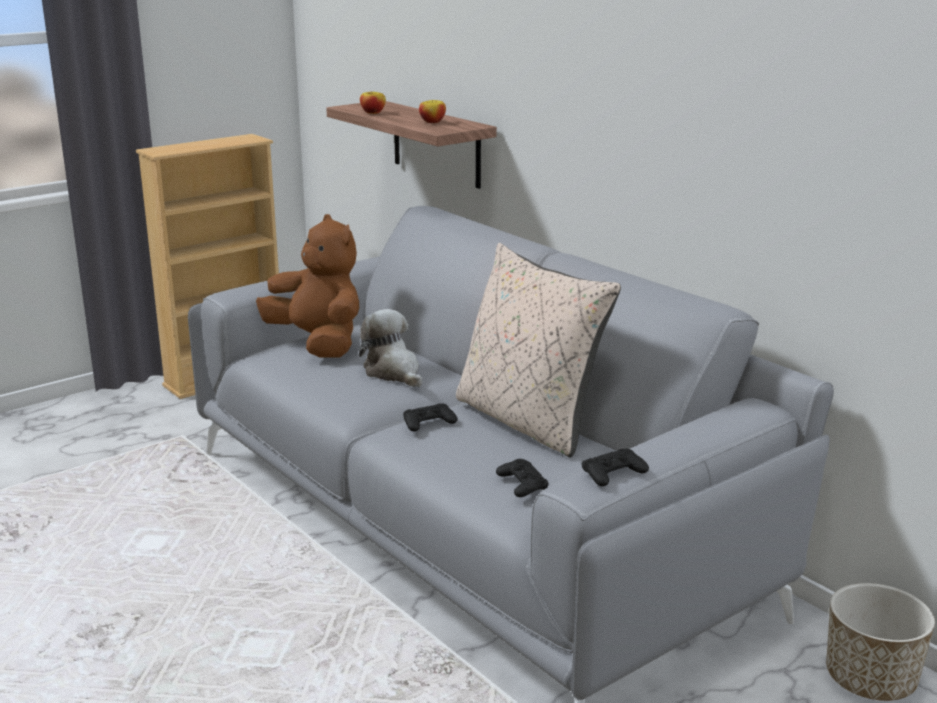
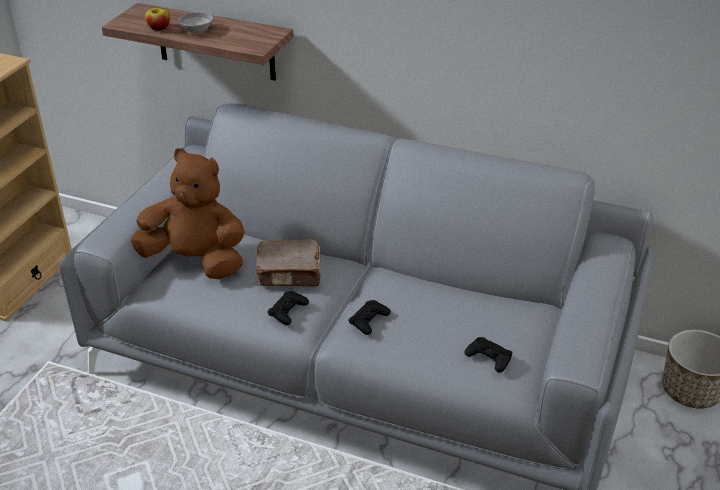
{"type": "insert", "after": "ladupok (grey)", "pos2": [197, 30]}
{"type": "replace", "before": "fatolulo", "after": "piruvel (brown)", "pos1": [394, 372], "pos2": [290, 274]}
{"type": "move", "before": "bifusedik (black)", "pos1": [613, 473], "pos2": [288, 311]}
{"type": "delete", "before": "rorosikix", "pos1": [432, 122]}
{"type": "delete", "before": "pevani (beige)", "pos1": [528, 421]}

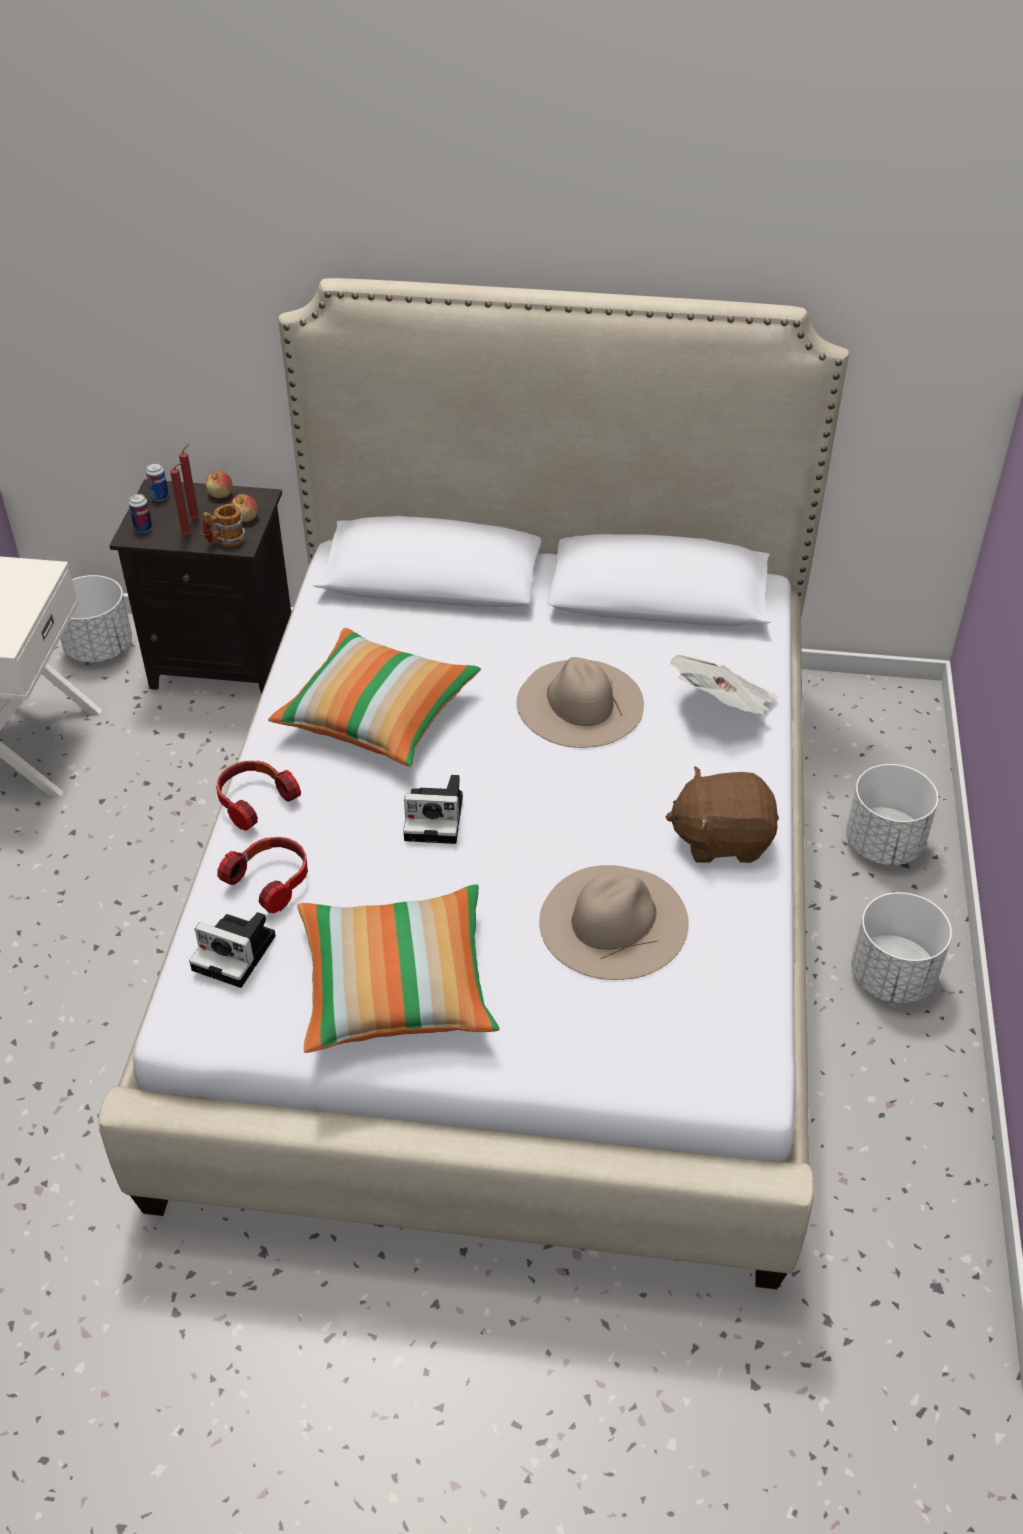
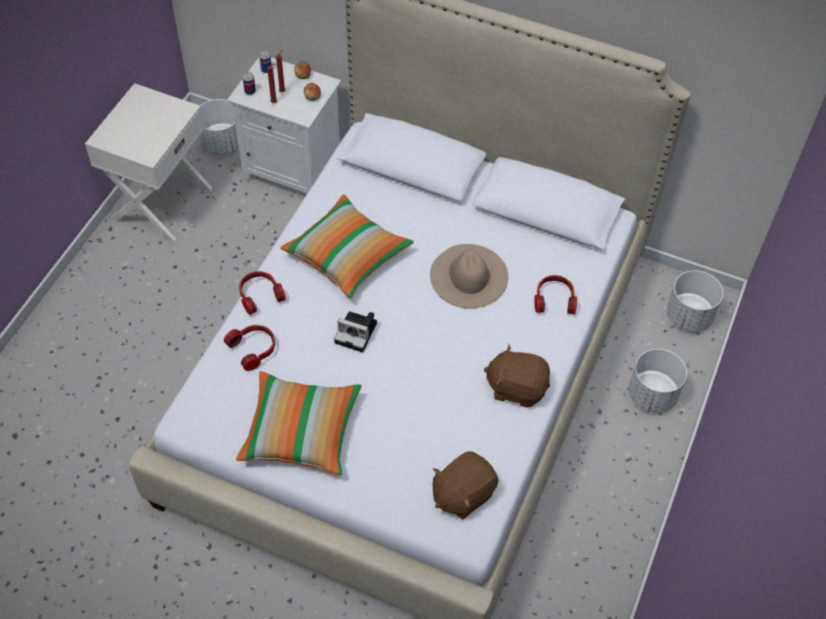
{"type": "recolor", "before": "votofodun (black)", "after": "votofodun (white)", "pos1": [226, 660], "pos2": [294, 170]}
{"type": "insert", "after": "fatolulo (brown)", "pos2": [462, 494]}
{"type": "replace", "before": "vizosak", "after": "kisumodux", "pos1": [723, 707], "pos2": [554, 299]}
{"type": "move", "before": "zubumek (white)", "pos1": [892, 977], "pos2": [689, 316]}
{"type": "delete", "before": "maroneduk", "pos1": [237, 953]}
{"type": "delete", "before": "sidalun", "pos1": [225, 540]}
{"type": "delete", "before": "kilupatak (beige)", "pos1": [613, 921]}

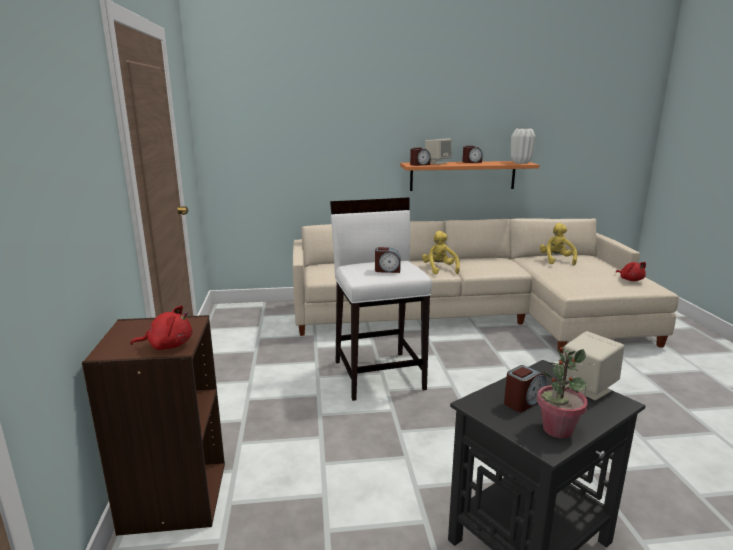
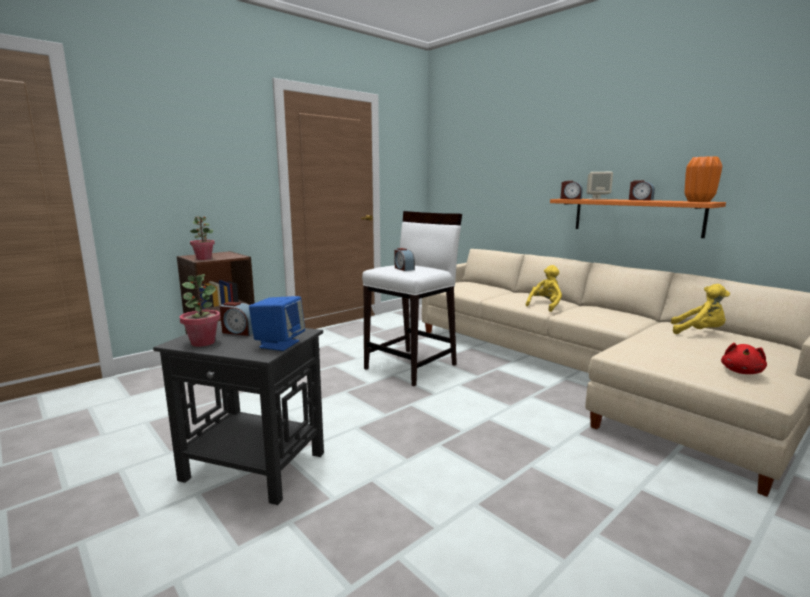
{"type": "replace", "before": "fatolulo (red)", "after": "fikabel", "pos1": [168, 345], "pos2": [204, 259]}
{"type": "recolor", "before": "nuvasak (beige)", "after": "nuvasak (blue)", "pos1": [587, 388], "pos2": [279, 344]}
{"type": "rotate", "before": "fatolulo (yellow)", "pos1": [556, 260], "pos2": [699, 332], "turn": 60}
{"type": "recolor", "before": "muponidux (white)", "after": "muponidux (orange)", "pos1": [521, 163], "pos2": [698, 201]}

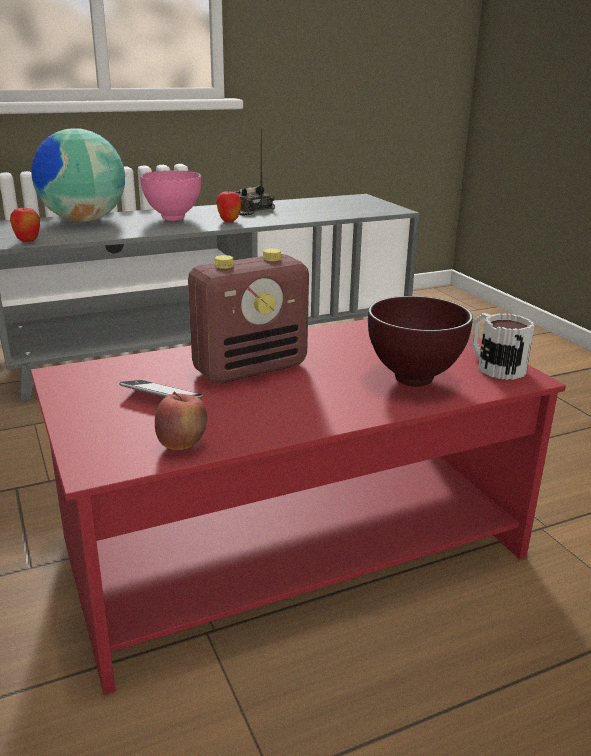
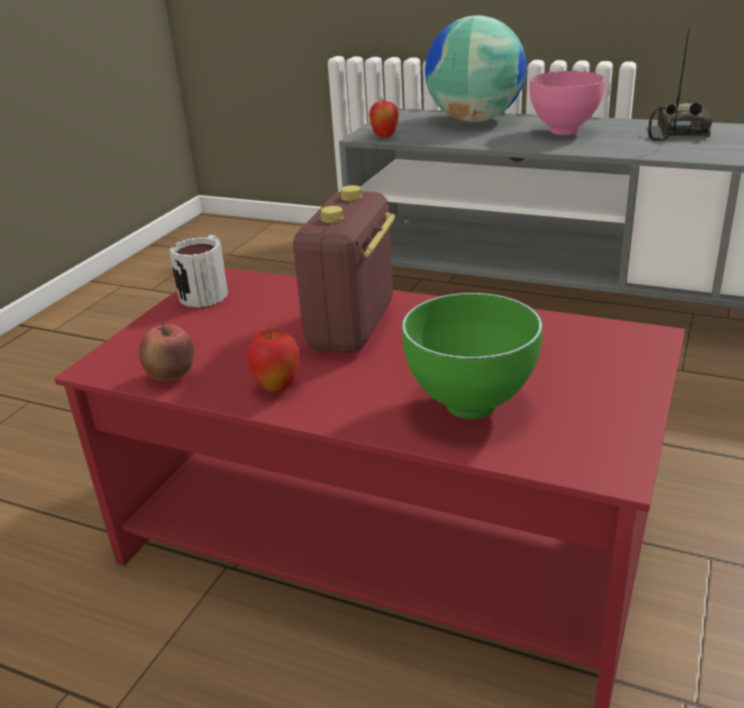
{"type": "move", "before": "sidalun", "pos1": [494, 366], "pos2": [209, 291]}
{"type": "move", "before": "rorosikix", "pos1": [229, 221], "pos2": [278, 388]}
{"type": "rotate", "before": "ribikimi", "pos1": [251, 368], "pos2": [351, 328], "turn": 90}
{"type": "recolor", "before": "ladupok (brown)", "after": "ladupok (green)", "pos1": [413, 379], "pos2": [473, 406]}
{"type": "delete", "before": "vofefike", "pos1": [161, 397]}

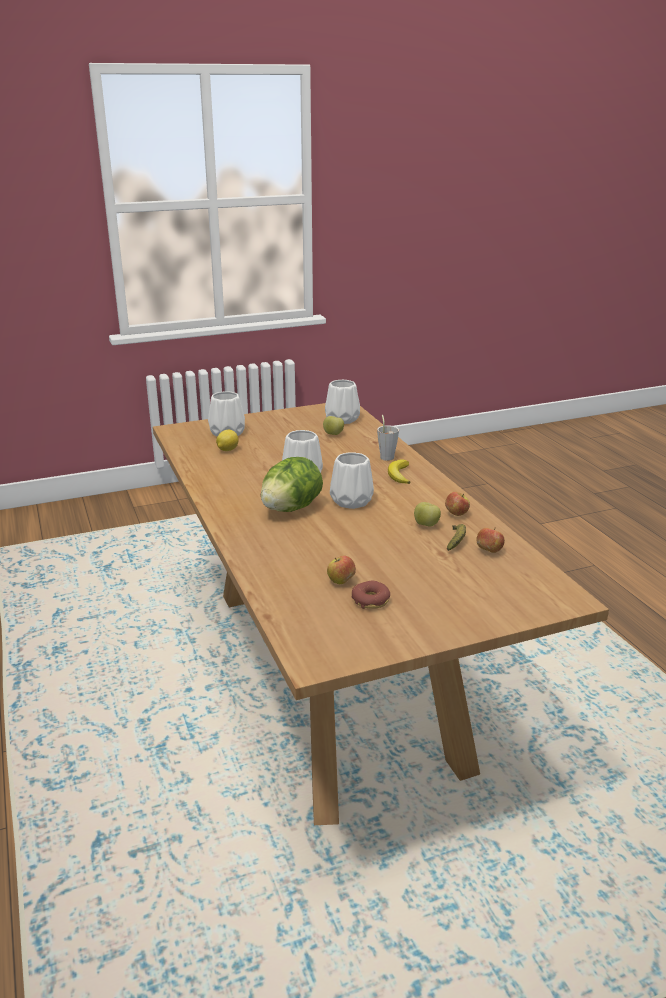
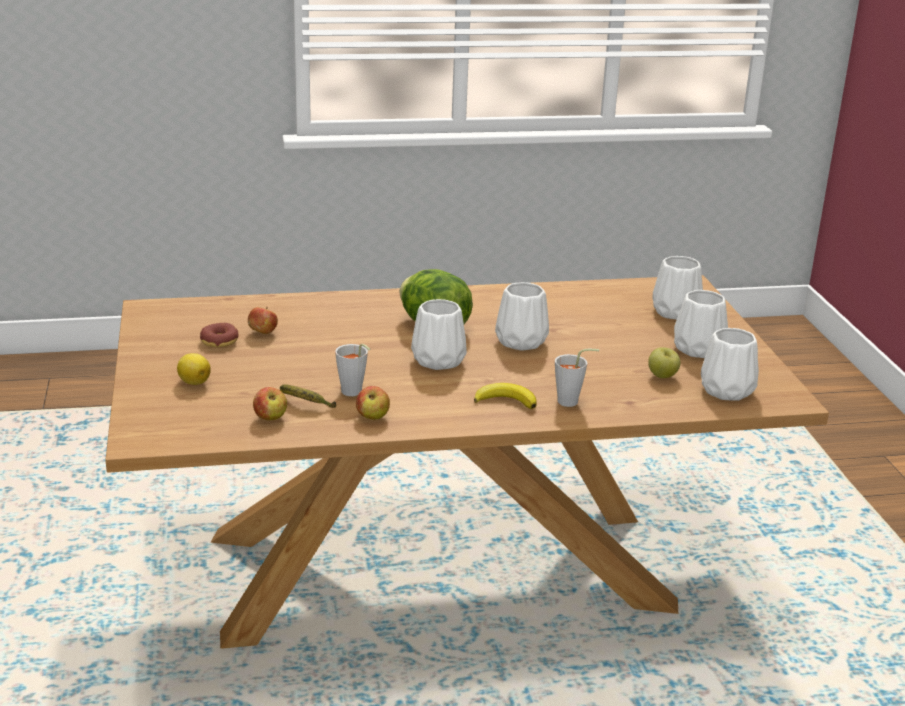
{"type": "move", "before": "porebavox", "pos1": [227, 450], "pos2": [194, 382]}
{"type": "replace", "before": "rorosikix", "after": "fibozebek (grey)", "pos1": [426, 525], "pos2": [353, 393]}
{"type": "insert", "after": "muponidux (white)", "pos2": [697, 349]}

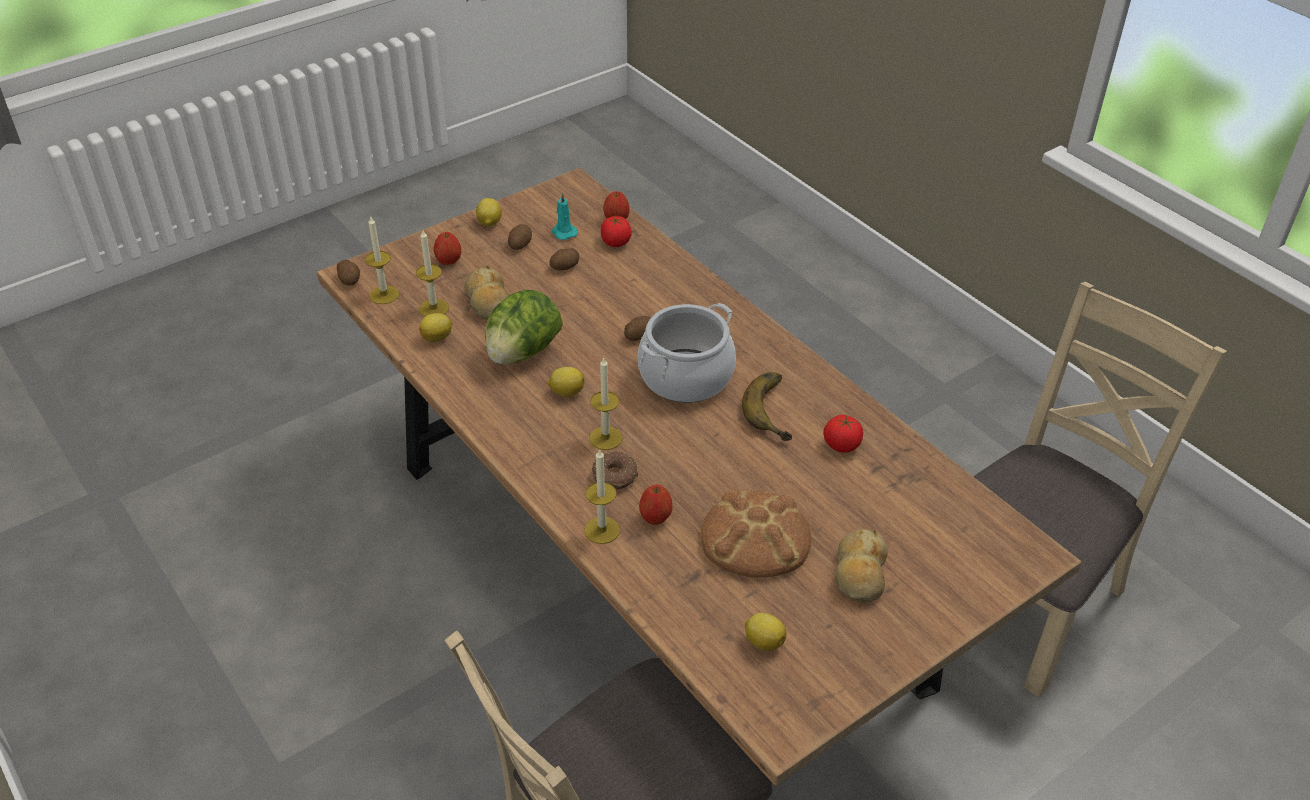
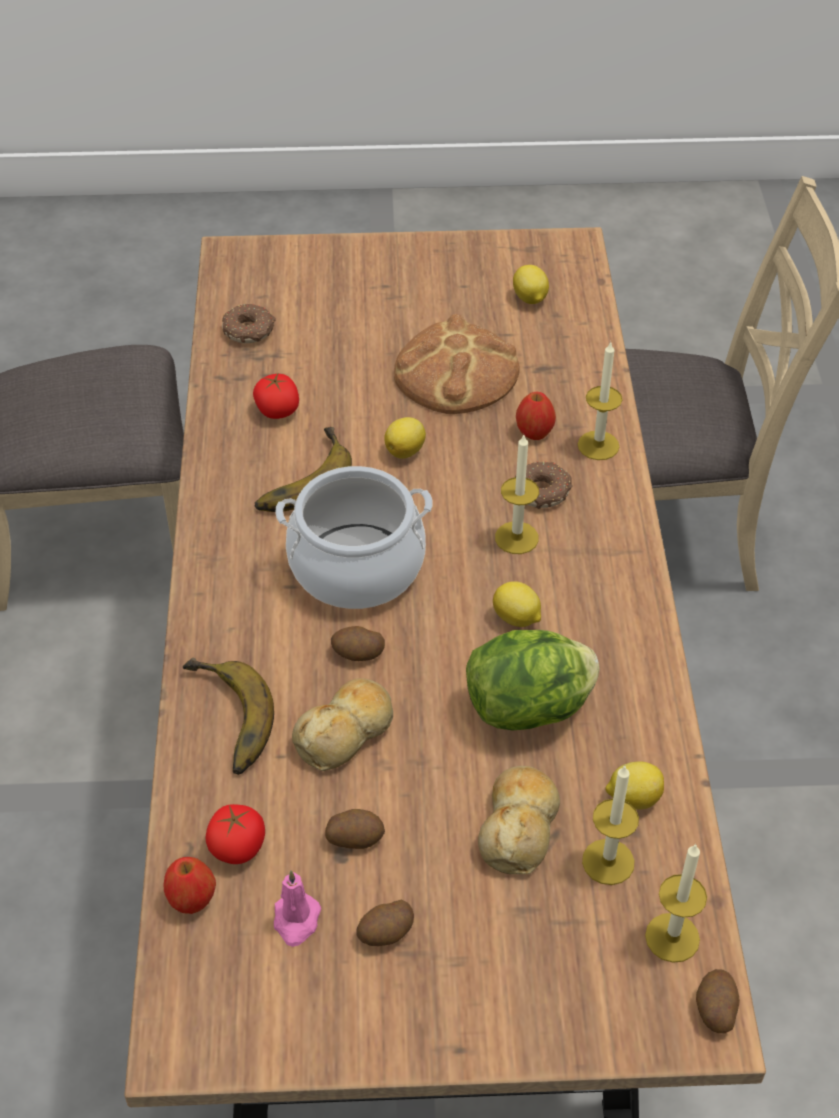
{"type": "insert", "after": "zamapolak", "pos2": [222, 721]}
{"type": "insert", "after": "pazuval", "pos2": [249, 330]}
{"type": "recolor", "before": "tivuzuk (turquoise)", "after": "tivuzuk (pink)", "pos1": [563, 232], "pos2": [296, 921]}
{"type": "move", "before": "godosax", "pos1": [859, 574], "pos2": [346, 732]}
{"type": "move", "before": "porebavox", "pos1": [489, 223], "pos2": [406, 451]}
{"type": "delete", "before": "rorosikix", "pos1": [448, 261]}

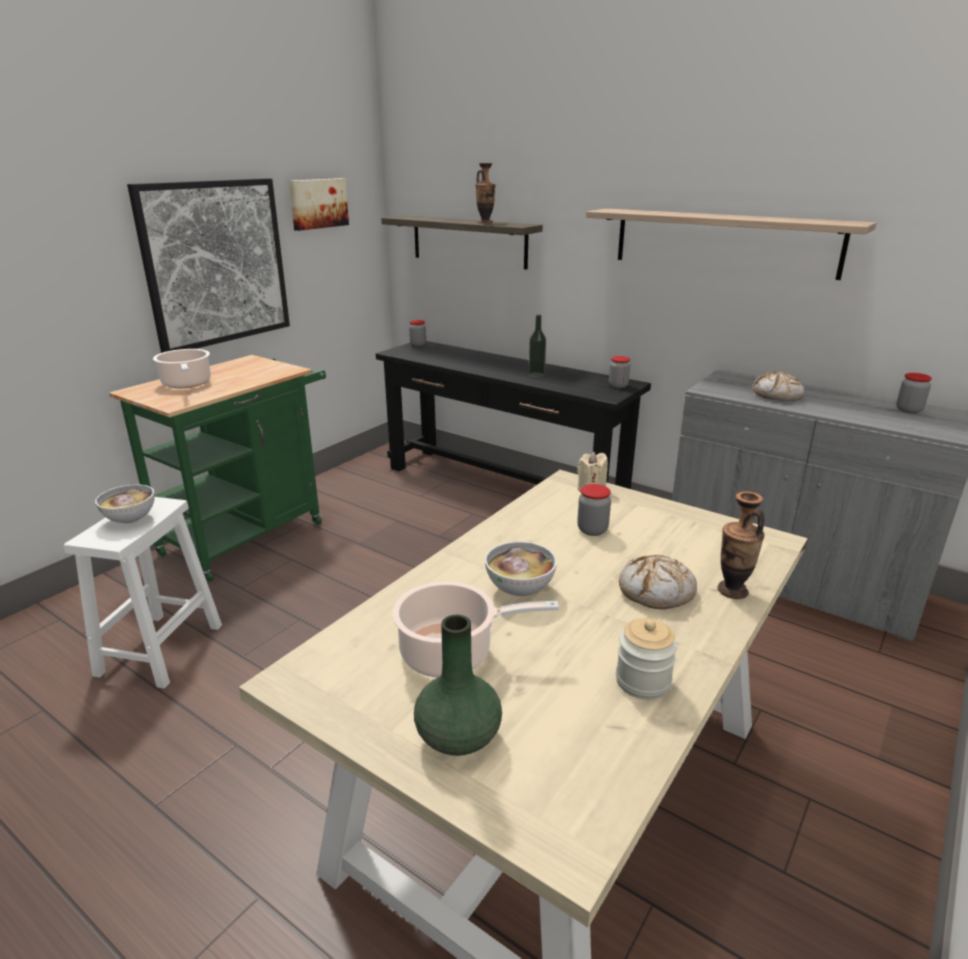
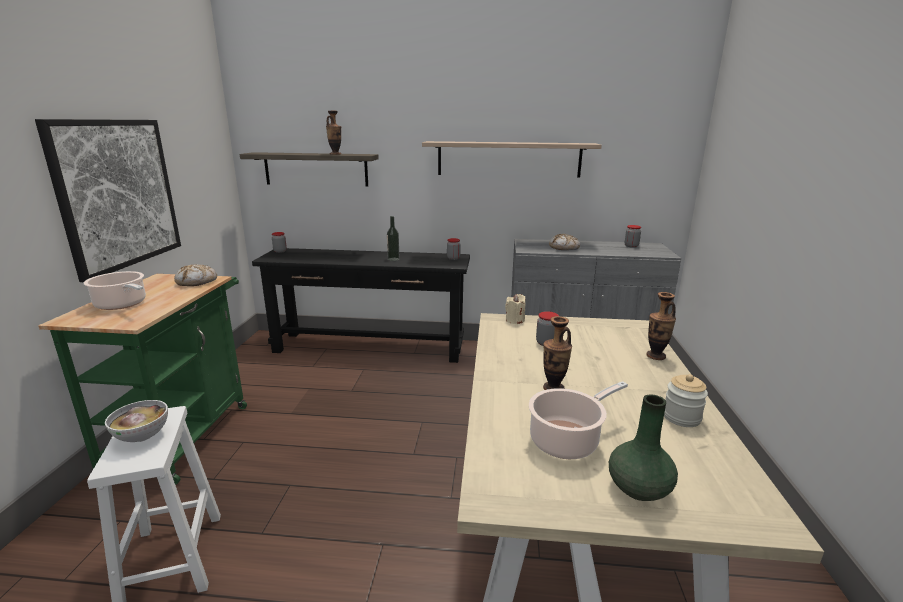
{"type": "move", "before": "godosax", "pos1": [656, 591], "pos2": [197, 282]}
{"type": "replace", "before": "ladupok", "after": "muponidux", "pos1": [520, 589], "pos2": [553, 388]}
{"type": "delete", "before": "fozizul", "pos1": [318, 203]}

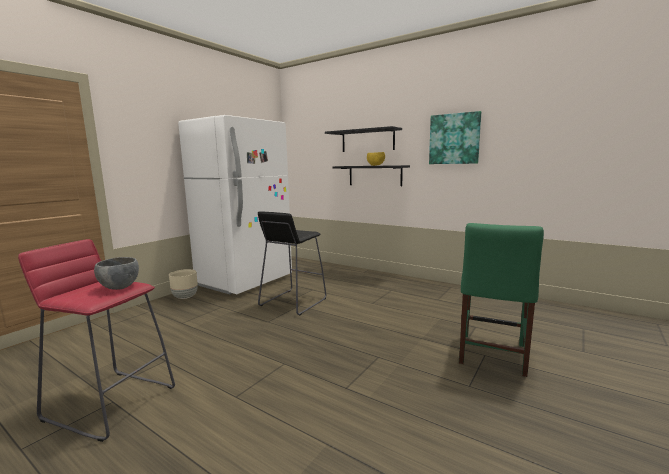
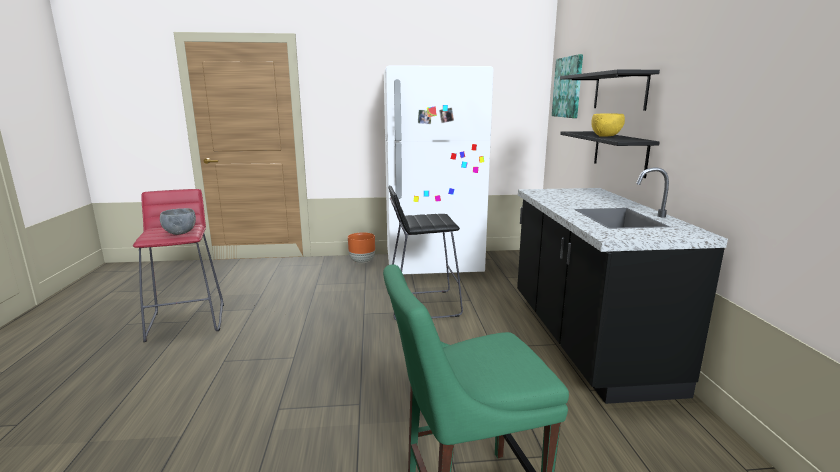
{"type": "recolor", "before": "zubumek (beige)", "after": "zubumek (orange)", "pos1": [185, 297], "pos2": [362, 262]}
{"type": "insert", "after": "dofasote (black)", "pos2": [585, 340]}
{"type": "move", "before": "fozizul", "pos1": [454, 139], "pos2": [568, 87]}

